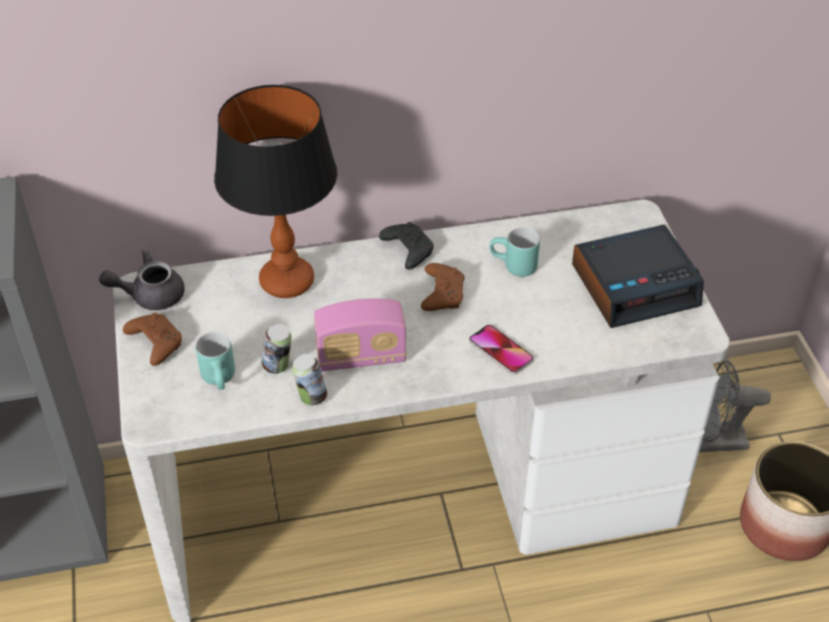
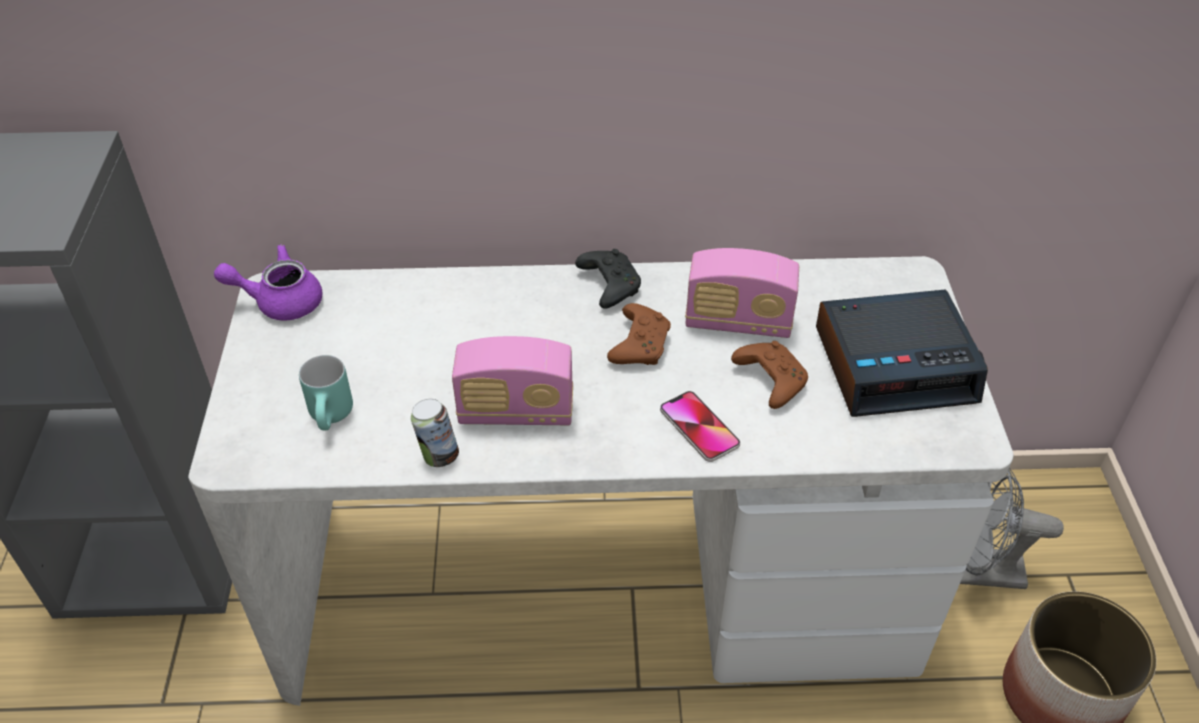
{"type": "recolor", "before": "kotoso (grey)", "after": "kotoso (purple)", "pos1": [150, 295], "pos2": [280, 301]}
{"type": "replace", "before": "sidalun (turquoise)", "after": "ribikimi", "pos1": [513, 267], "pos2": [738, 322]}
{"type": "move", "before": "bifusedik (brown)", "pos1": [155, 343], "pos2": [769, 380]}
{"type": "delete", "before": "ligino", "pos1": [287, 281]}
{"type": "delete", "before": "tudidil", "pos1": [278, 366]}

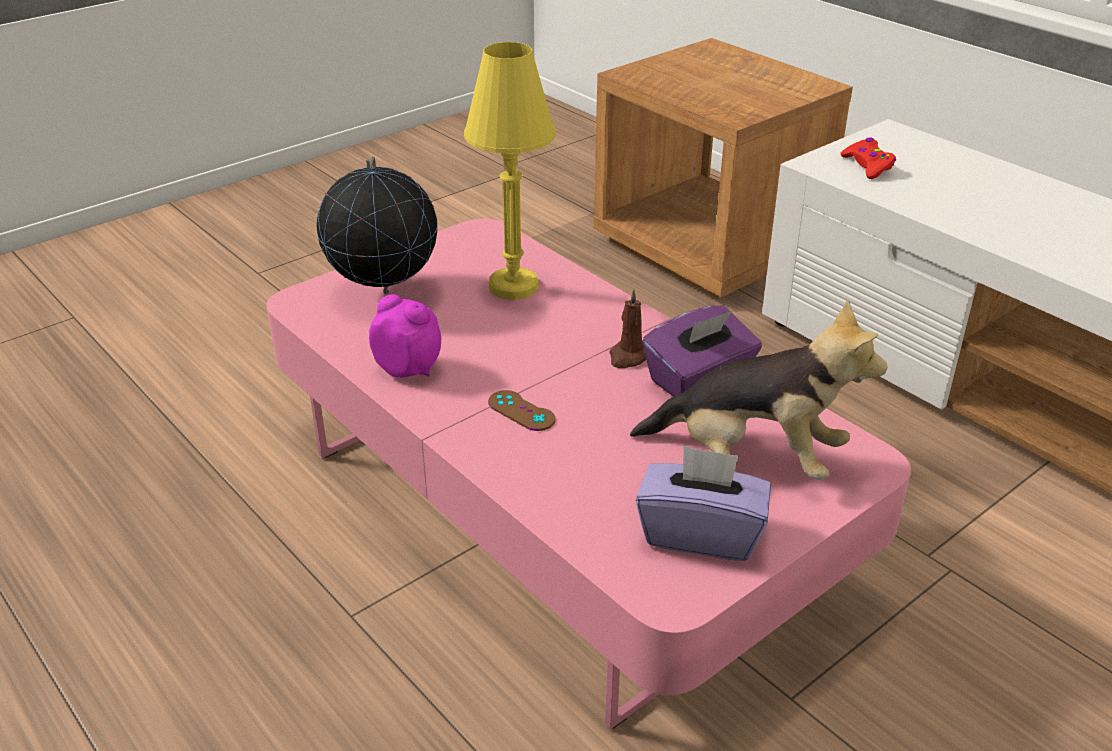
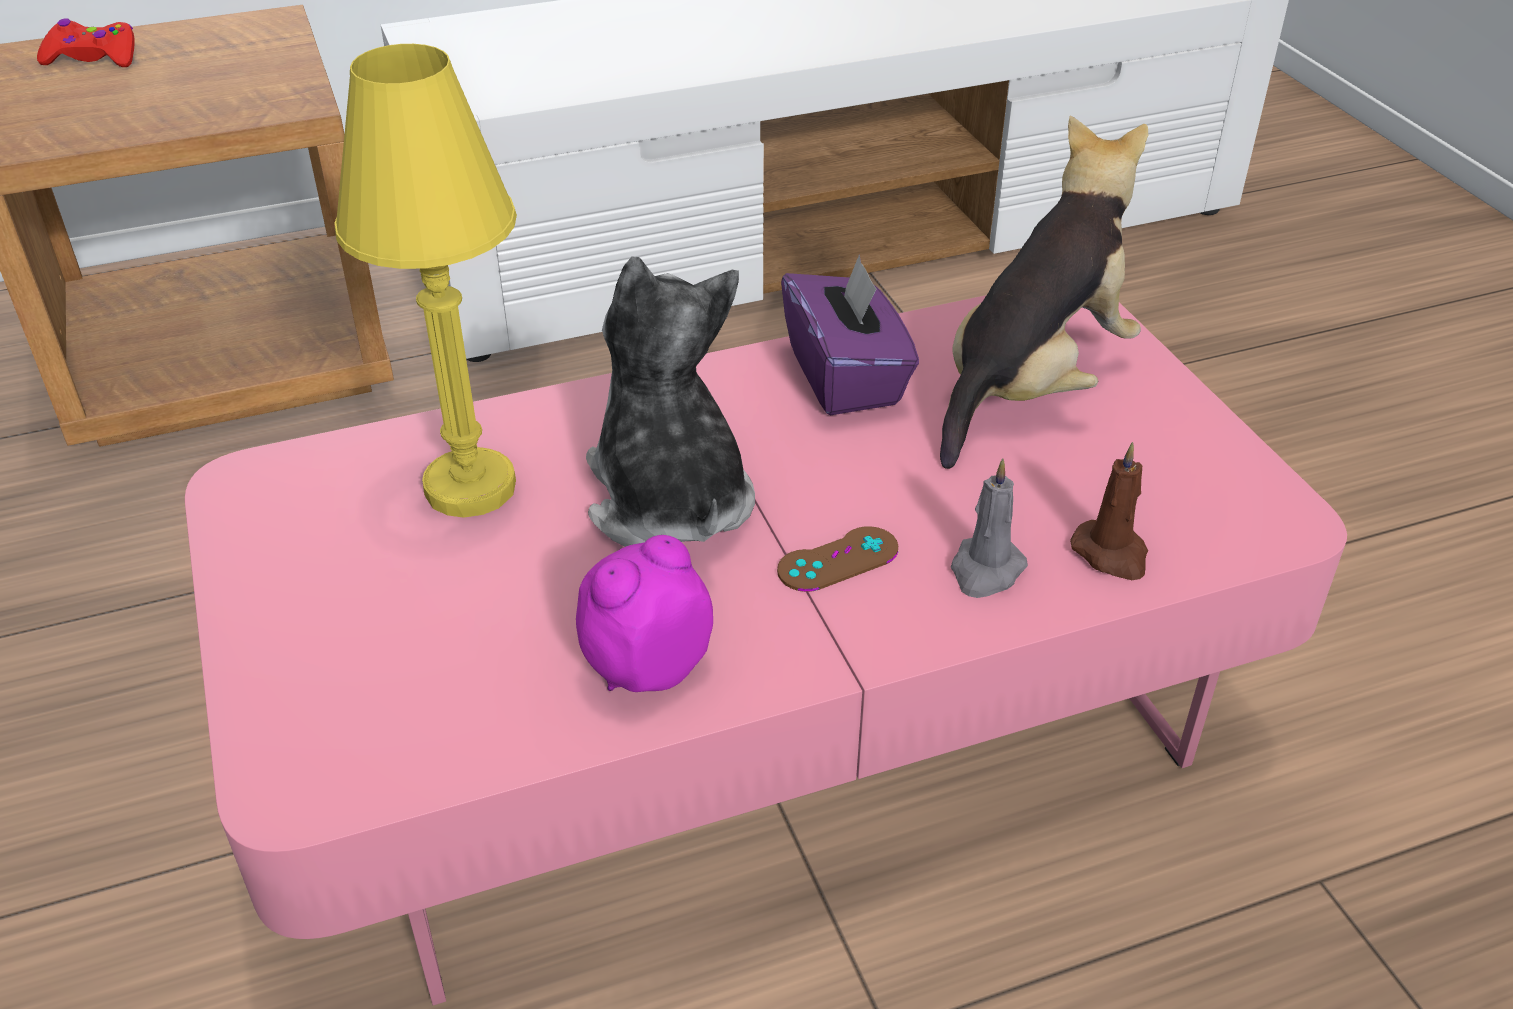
{"type": "move", "before": "bifusedik (red)", "pos1": [868, 166], "pos2": [93, 58]}
{"type": "insert", "after": "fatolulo", "pos2": [668, 500]}
{"type": "insert", "after": "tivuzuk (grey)", "pos2": [986, 571]}
{"type": "move", "before": "tivuzuk (brown)", "pos1": [629, 356], "pos2": [1111, 554]}
{"type": "delete", "before": "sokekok", "pos1": [383, 293]}
{"type": "delete", "before": "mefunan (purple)", "pos1": [701, 533]}

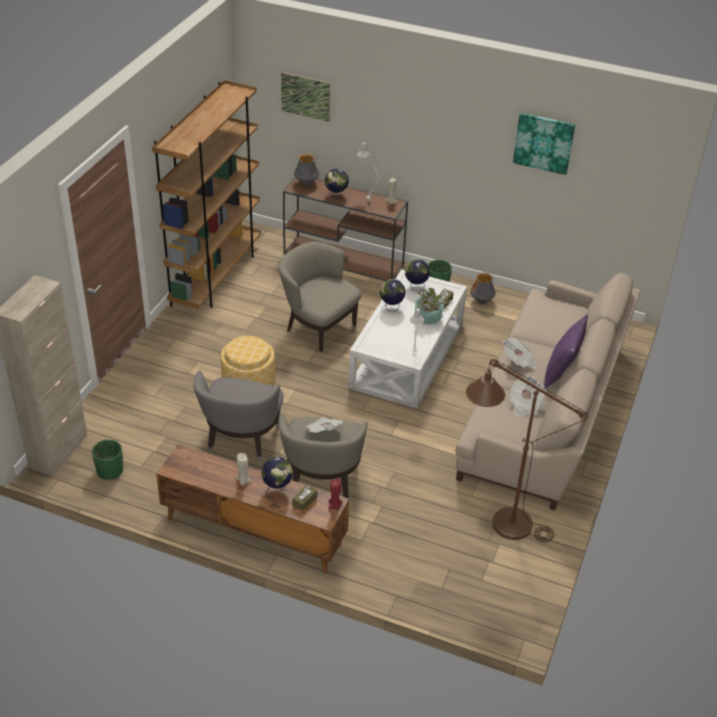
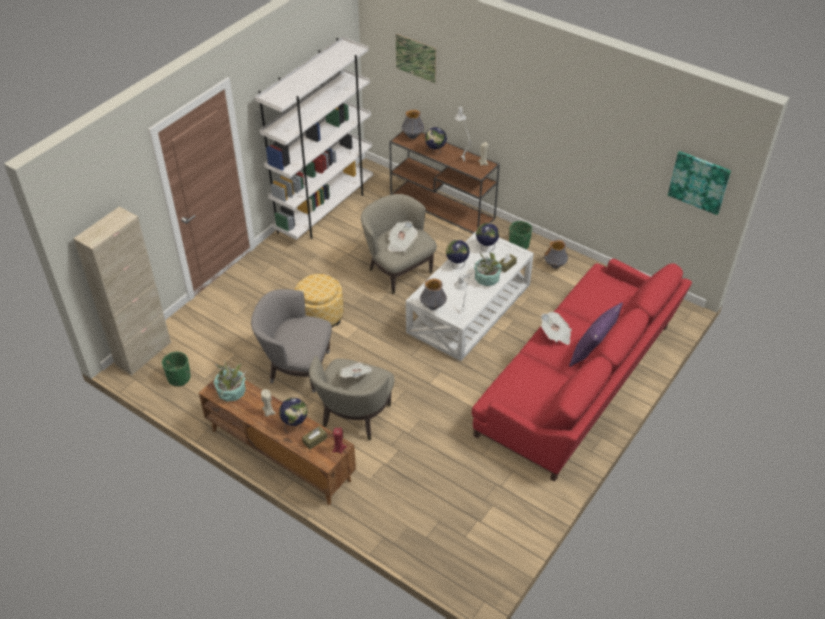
{"type": "insert", "after": "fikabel", "pos2": [231, 392]}
{"type": "rotate", "before": "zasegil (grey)", "pos1": [241, 441], "pos2": [297, 368], "turn": 75}
{"type": "recolor", "before": "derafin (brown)", "after": "derafin (white)", "pos1": [216, 276], "pos2": [325, 210]}
{"type": "move", "before": "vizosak", "pos1": [525, 405], "pos2": [401, 244]}
{"type": "insert", "after": "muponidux", "pos2": [433, 307]}
{"type": "recolor", "before": "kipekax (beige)", "after": "kipekax (red)", "pos1": [545, 410], "pos2": [578, 381]}
{"type": "move", "before": "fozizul", "pos1": [544, 143], "pos2": [699, 182]}
{"type": "delete", "before": "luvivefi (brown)", "pos1": [500, 520]}

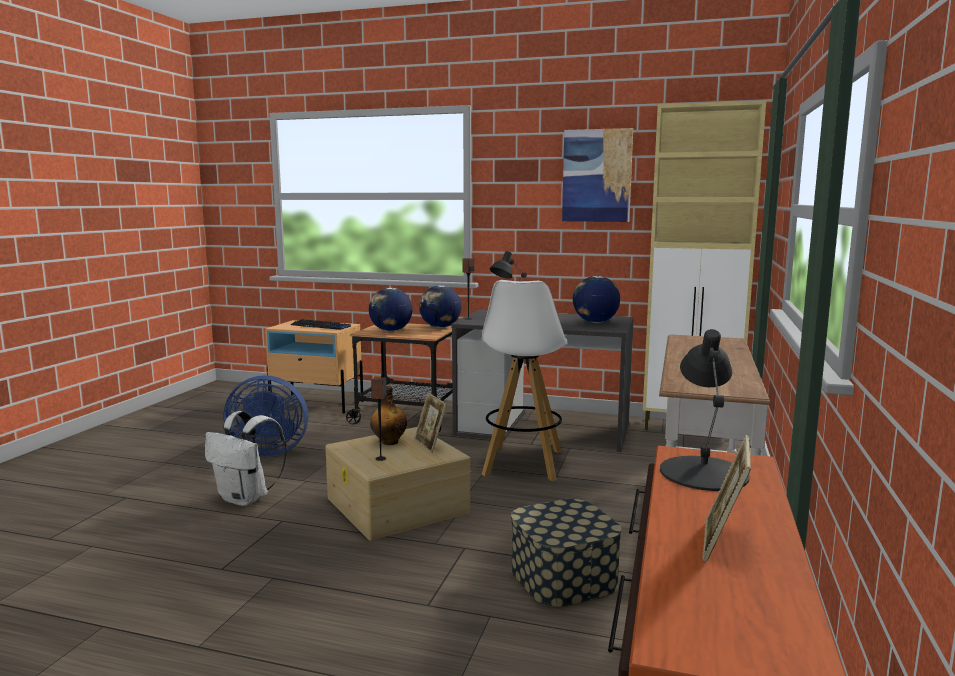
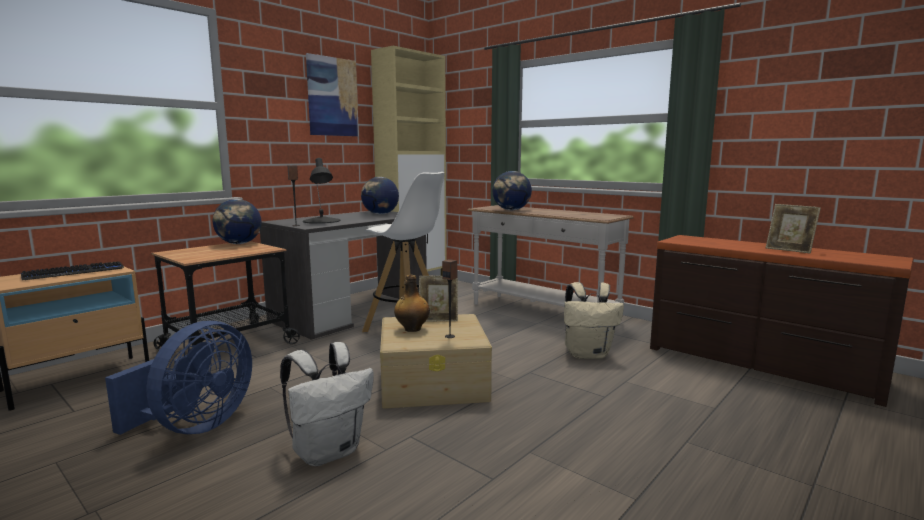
{"type": "move", "before": "sokekok", "pos1": [390, 330], "pos2": [511, 210]}
{"type": "replace", "before": "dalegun", "after": "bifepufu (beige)", "pos1": [563, 577], "pos2": [588, 354]}
{"type": "delete", "before": "ligino (black)", "pos1": [704, 472]}

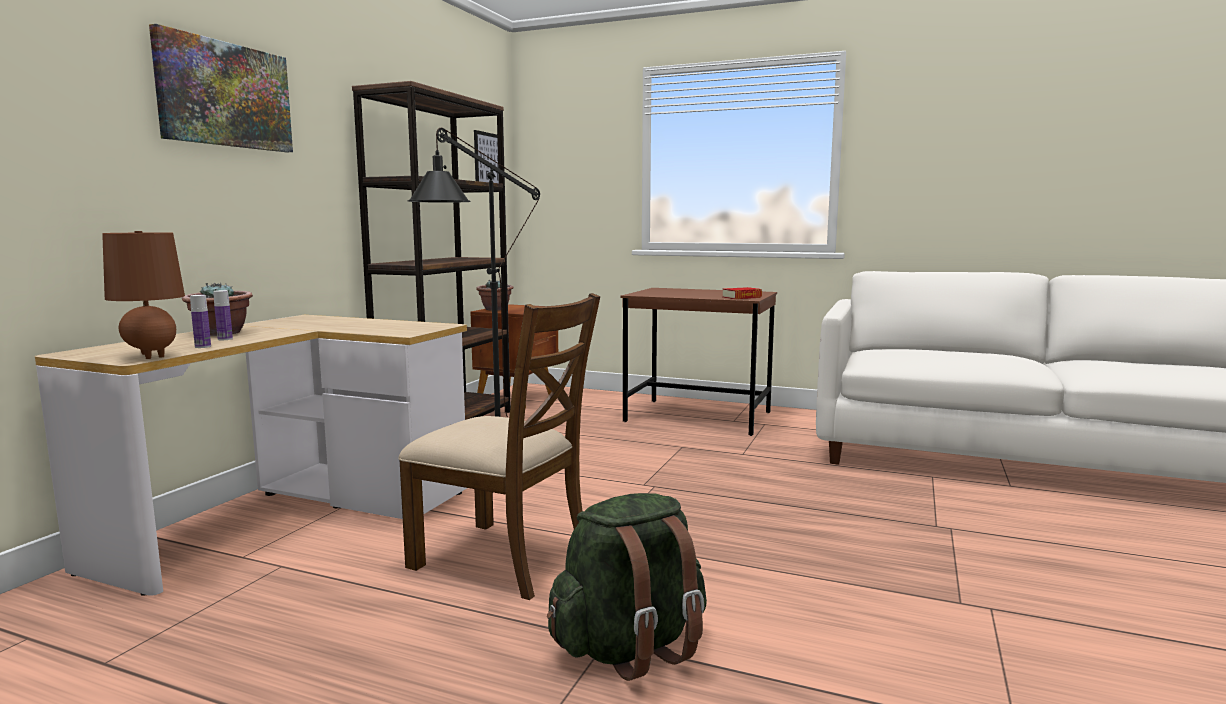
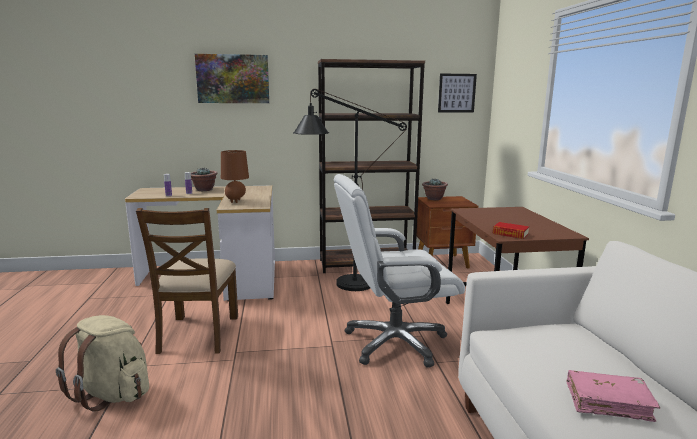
{"type": "recolor", "before": "bifepufu (green)", "after": "bifepufu (beige)", "pos1": [630, 647], "pos2": [113, 393]}
{"type": "move", "before": "ligino (brown)", "pos1": [152, 356], "pos2": [236, 201]}
{"type": "insert", "after": "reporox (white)", "pos2": [394, 342]}
{"type": "insert", "after": "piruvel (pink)", "pos2": [608, 402]}

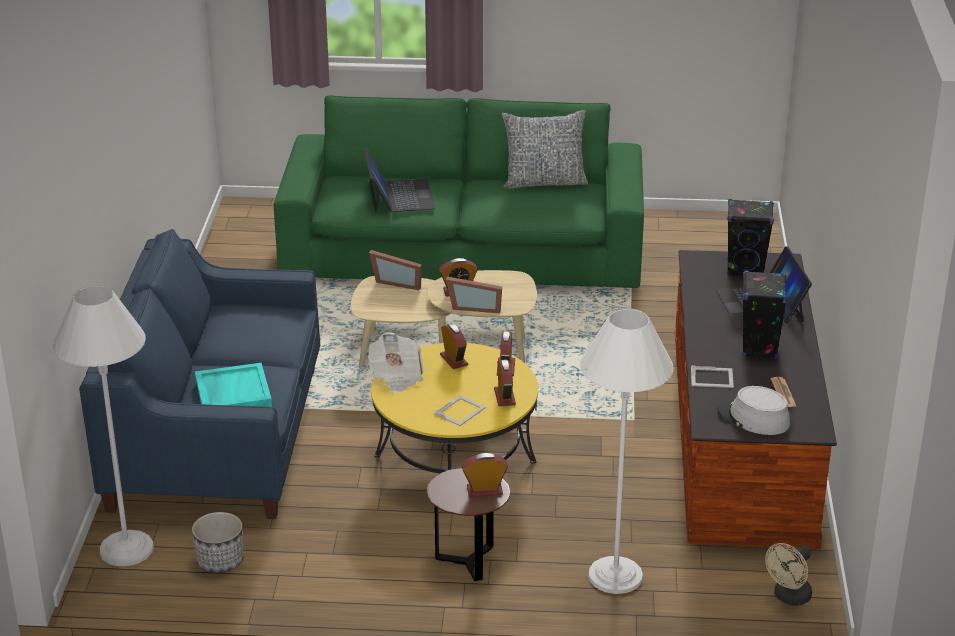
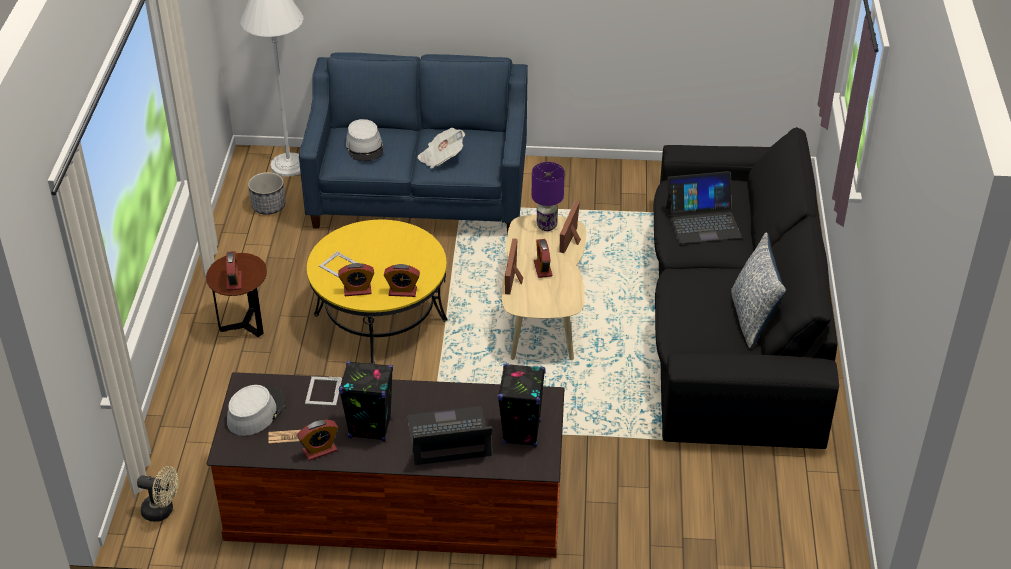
{"type": "rotate", "before": "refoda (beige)", "pos1": [789, 597], "pos2": [162, 511], "turn": 150}
{"type": "move", "before": "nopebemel", "pos1": [454, 360], "pos2": [320, 450]}
{"type": "replace", "before": "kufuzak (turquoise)", "after": "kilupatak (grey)", "pos1": [232, 392], "pos2": [365, 147]}
{"type": "move", "before": "vizosak", "pos1": [396, 376], "pos2": [441, 158]}
{"type": "insert", "after": "ligino (purple)", "pos2": [546, 226]}
{"type": "recolor", "before": "kipekax (green)", "after": "kipekax (black)", "pos1": [463, 252], "pos2": [731, 320]}
{"type": "delete", "before": "luvivefi (white)", "pos1": [615, 576]}

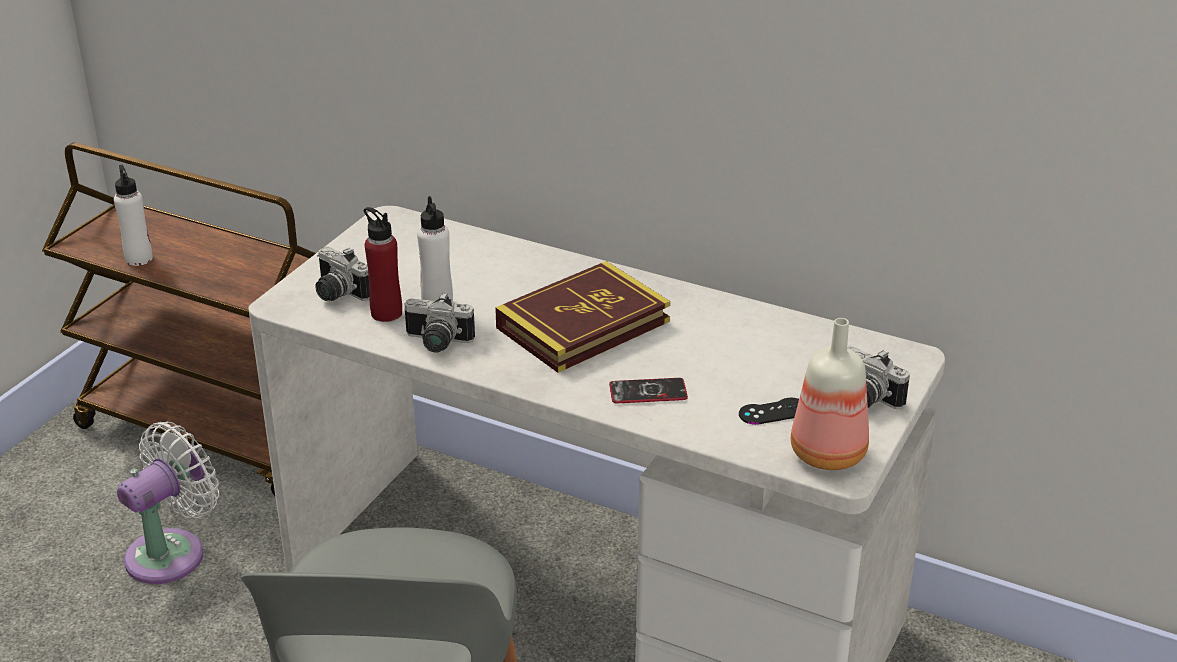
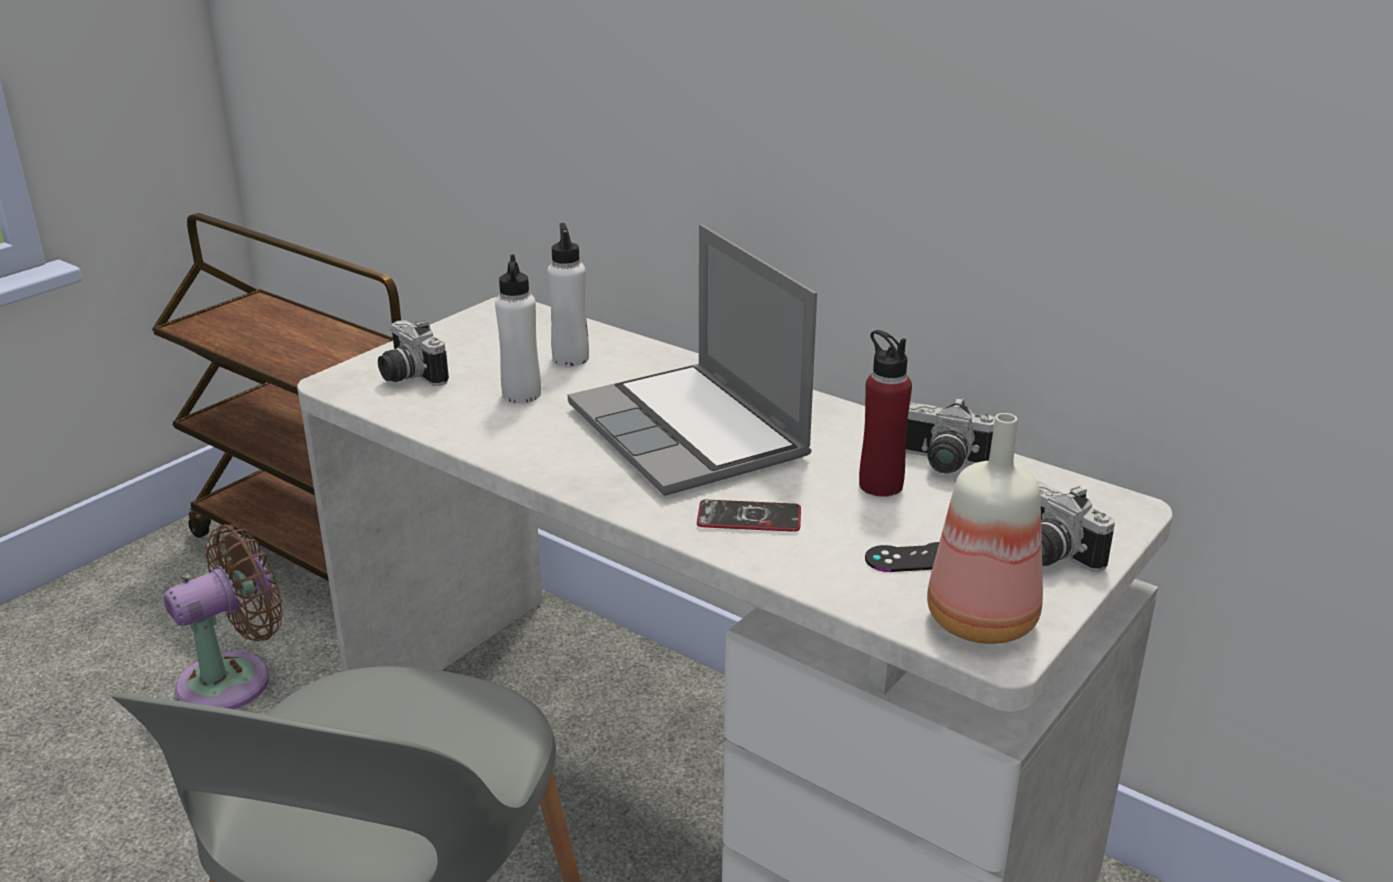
{"type": "recolor", "before": "refoda (white)", "after": "refoda (brown)", "pos1": [172, 552], "pos2": [234, 679]}
{"type": "move", "before": "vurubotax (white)", "pos1": [139, 258], "pos2": [570, 358]}
{"type": "replace", "before": "piruvel", "after": "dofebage", "pos1": [583, 324], "pos2": [691, 433]}
{"type": "move", "before": "vurubotax (red)", "pos1": [386, 313], "pos2": [880, 485]}
{"type": "move", "before": "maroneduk", "pos1": [436, 343], "pos2": [942, 463]}

